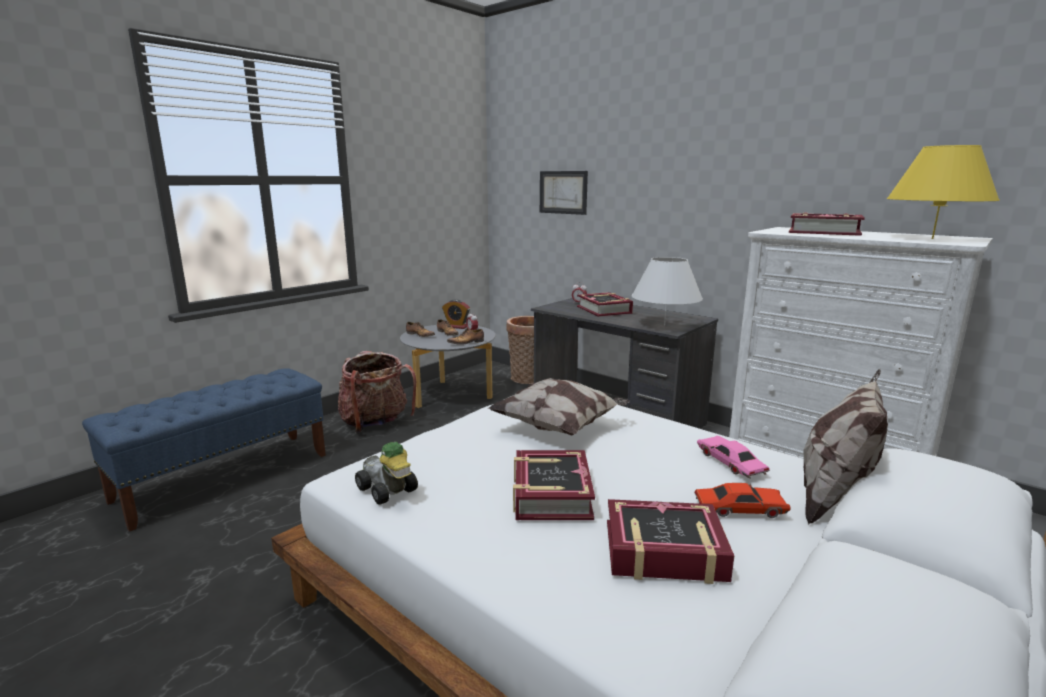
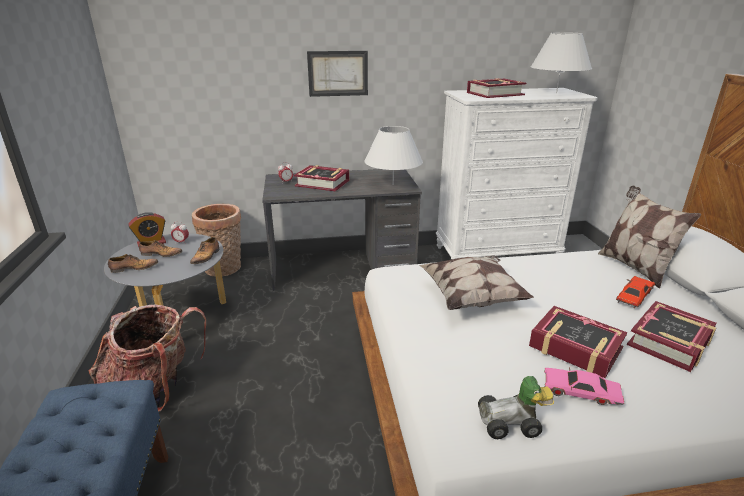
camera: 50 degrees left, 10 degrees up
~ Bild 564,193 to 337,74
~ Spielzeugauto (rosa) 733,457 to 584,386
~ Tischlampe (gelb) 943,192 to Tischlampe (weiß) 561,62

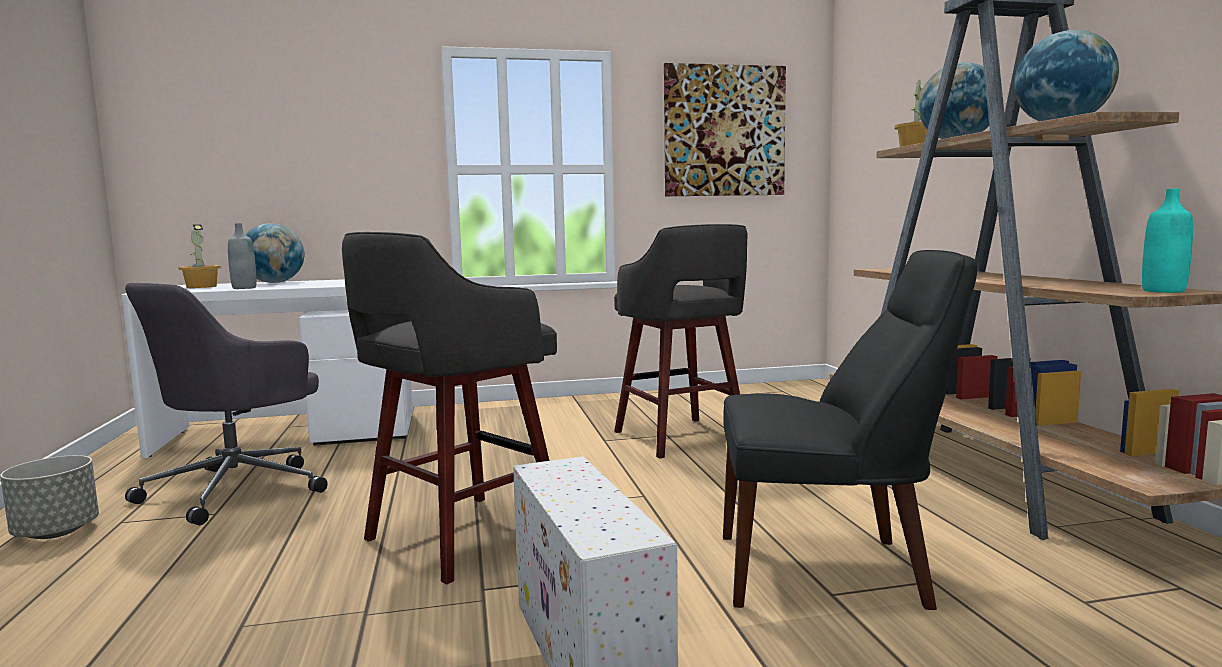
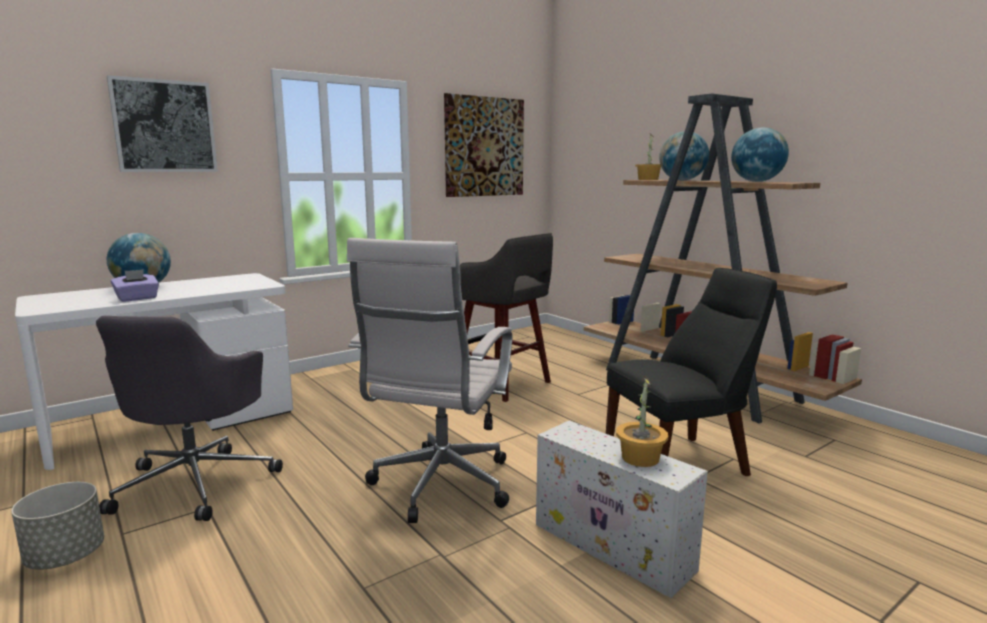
camera: 25 degrees left, 5 degrees up
- Flasche (türkis) 1167,240
+ Bild 162,123
~ Topfpflanze 199,256 to 642,421
~ Flasche (grau) 242,256 to Taschentuchbox (lila) 135,285
~ Hocker (grau) 449,408 to Bürostuhl (weiß) 430,380

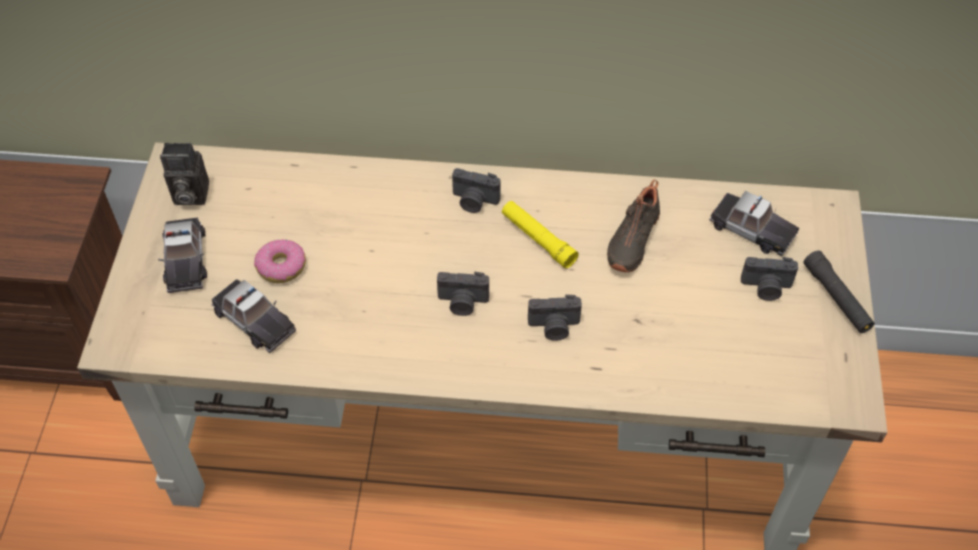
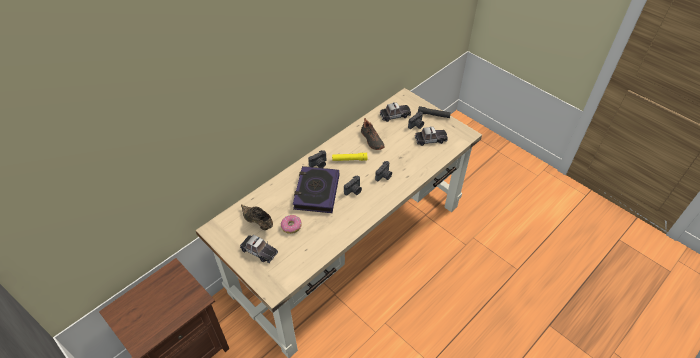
camera: 50 degrees left, 5 degrees down
- Kamera 184,174
+ Schuh (braun) 257,217
+ Buch 316,189
~ Spielzeugauto 254,316 to 431,136

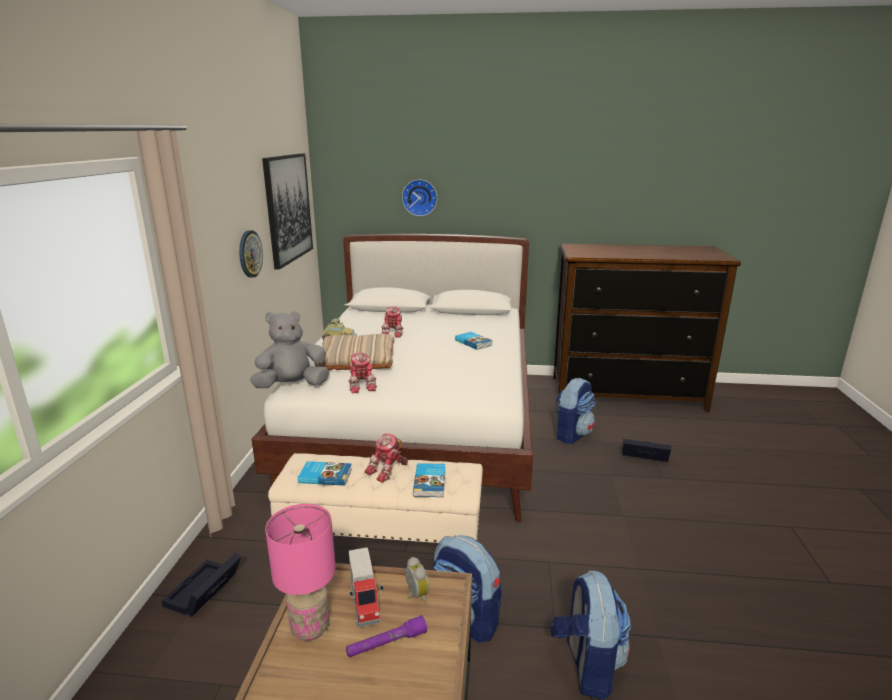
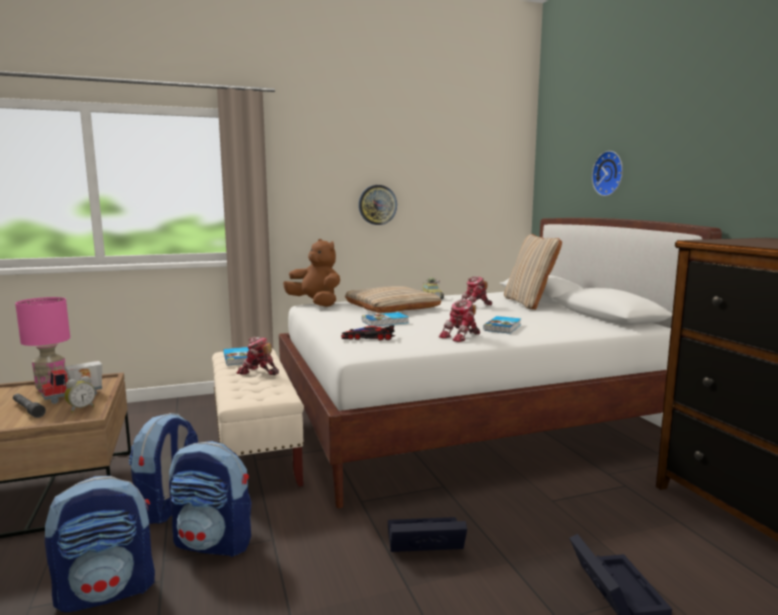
camera: 65 degrees right, 10 degrees down
- Bild 287,211
+ Spielzeugauto 368,332
+ Kissen (beige) 533,272
~ Aufbewahrungsbox (schwarz) 201,585 to 427,534
~ Spielzeugroboter 362,373 to 459,320
~ Buch 429,480 to 385,319
~ Rucksack 575,411 to 210,499
~ Plüschtier (grau) 289,349 to Plüschtier (braun) 311,273
~ Taschenlampe (lila) 386,636 to Taschenlampe (grau) 29,406

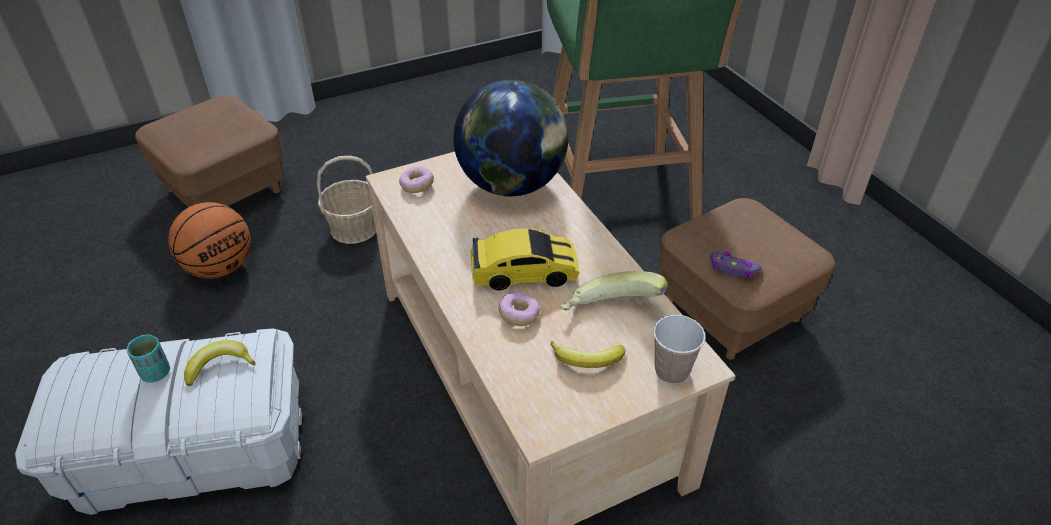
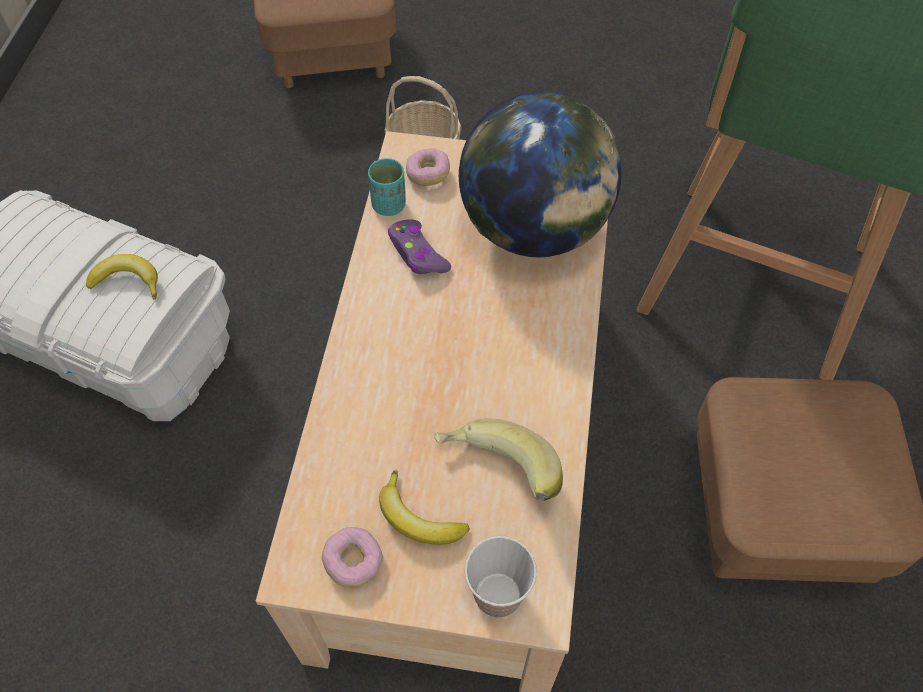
camera: 35 degrees right, 15 degrees up
- Basketball 210,240
- Spielzeugauto 525,259
~ Tasse (türkis) 148,359 to 387,187
~ Donut 519,309 to 352,557
~ Gamepad (lila) 736,265 to 419,246

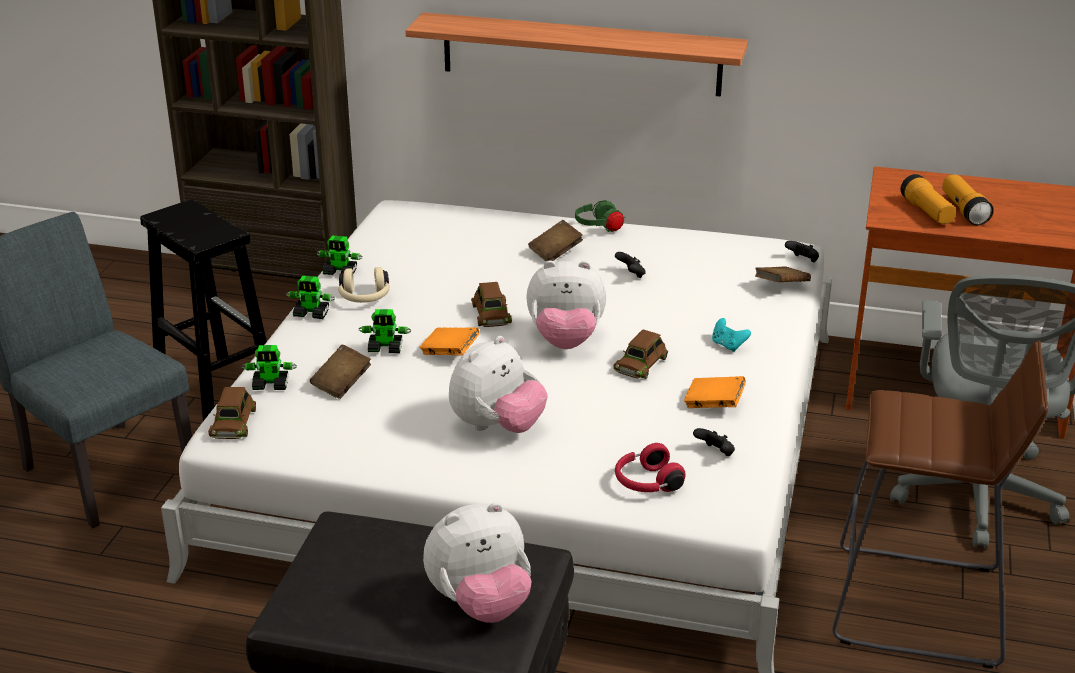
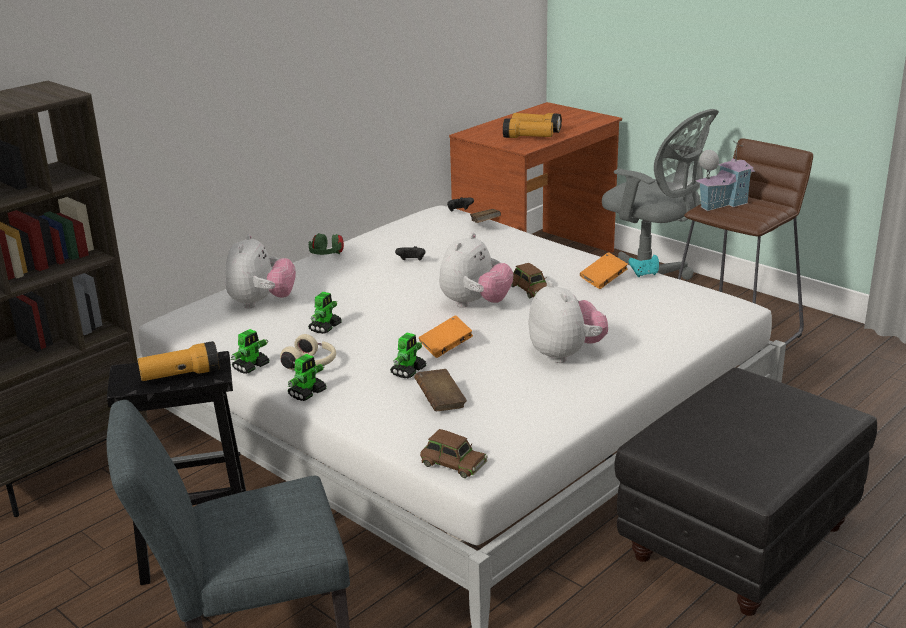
camera: 60 degrees left, 5 degrees down
- Wandregal 576,54
- Spielzeugauto (braun) 491,304
- Buch (braun) 555,240
- Kopfhörer (rot) 650,467
- Gamepad (schwarz) 714,442
+ Taschenlampe 178,361
+ Spielzeughaus 726,176
~ Spielzeugroboter 269,367 to 325,313
~ Plüschtier 477,562 to 260,271
~ Gamepad (türkis) 731,335 to 644,266

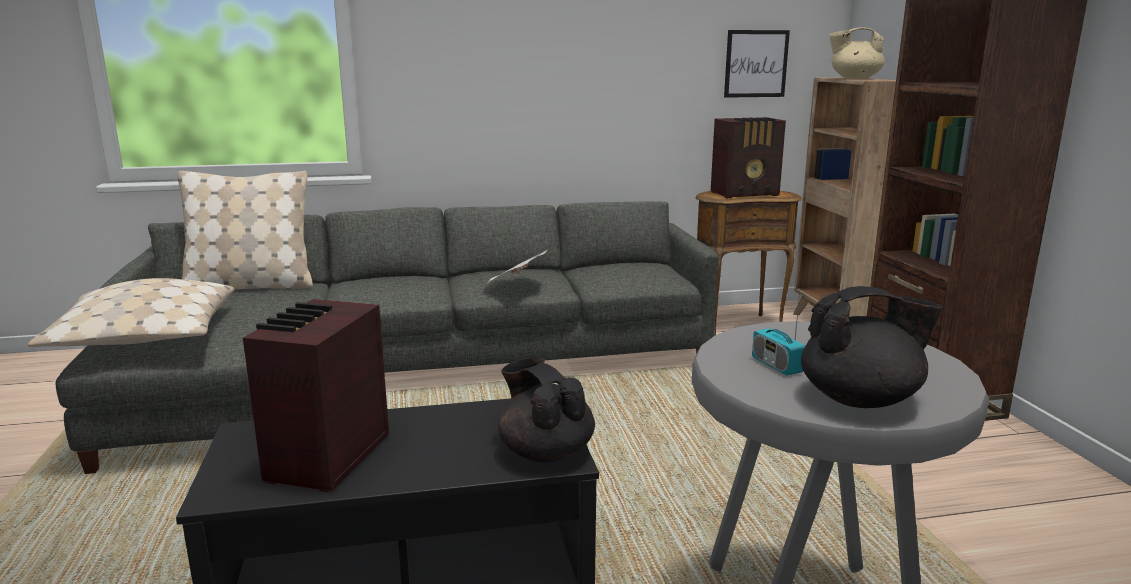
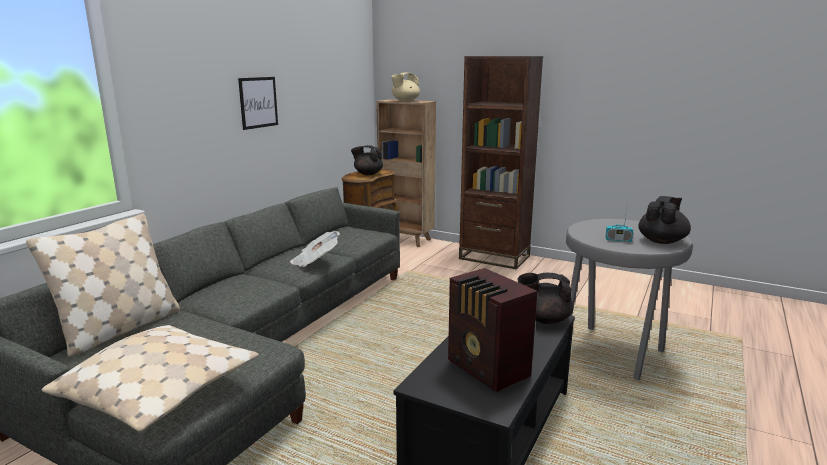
camera: 50 degrees left, 0 degrees up
~ Bild 757,64 to 258,103
~ Radio 748,157 to Teekanne (schwarz) 367,160

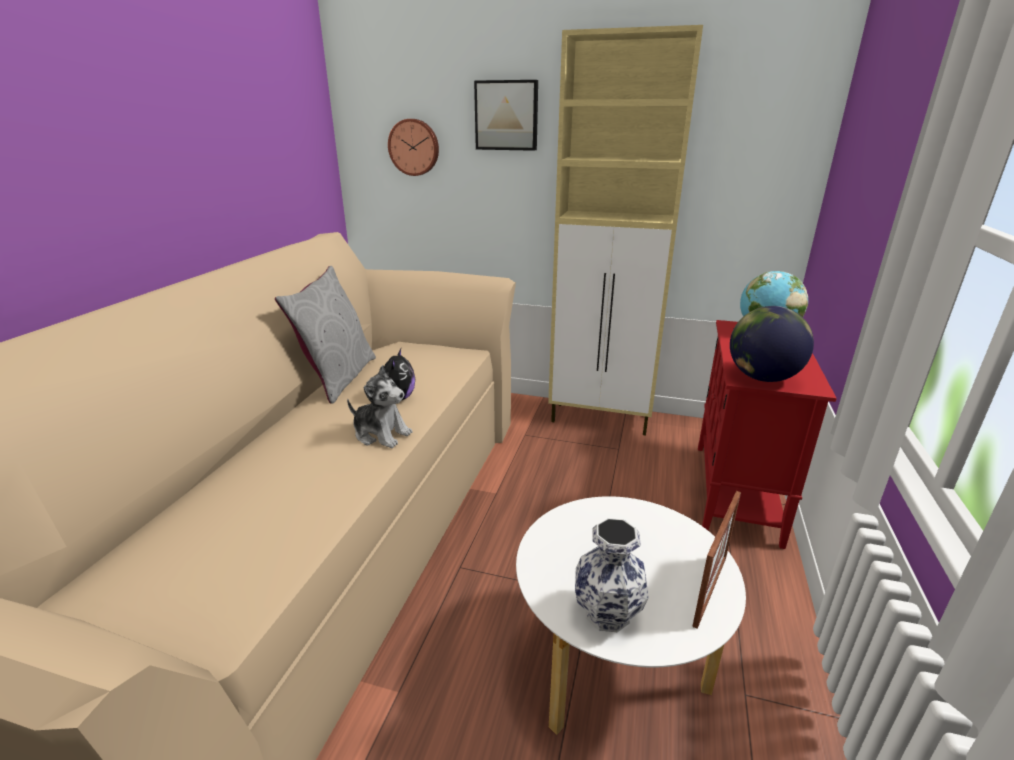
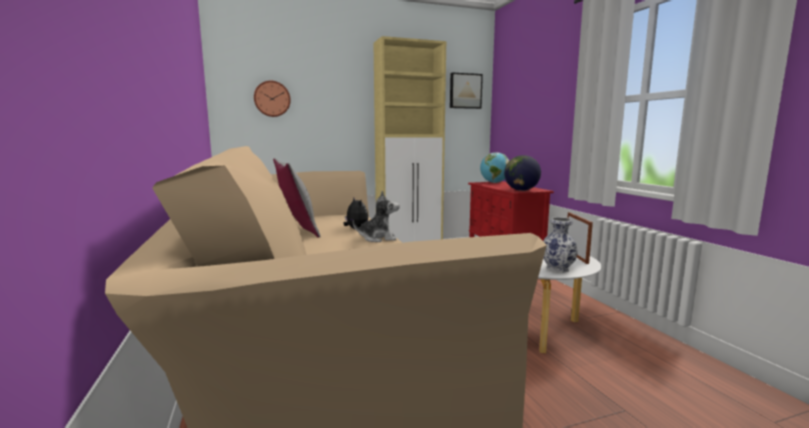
camera: 35 degrees left, 15 degrees down
~ Bild 506,115 to 466,91

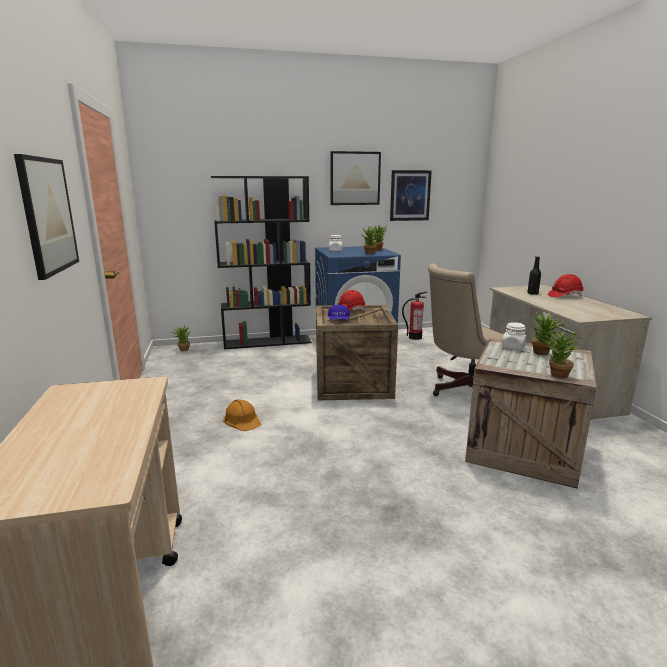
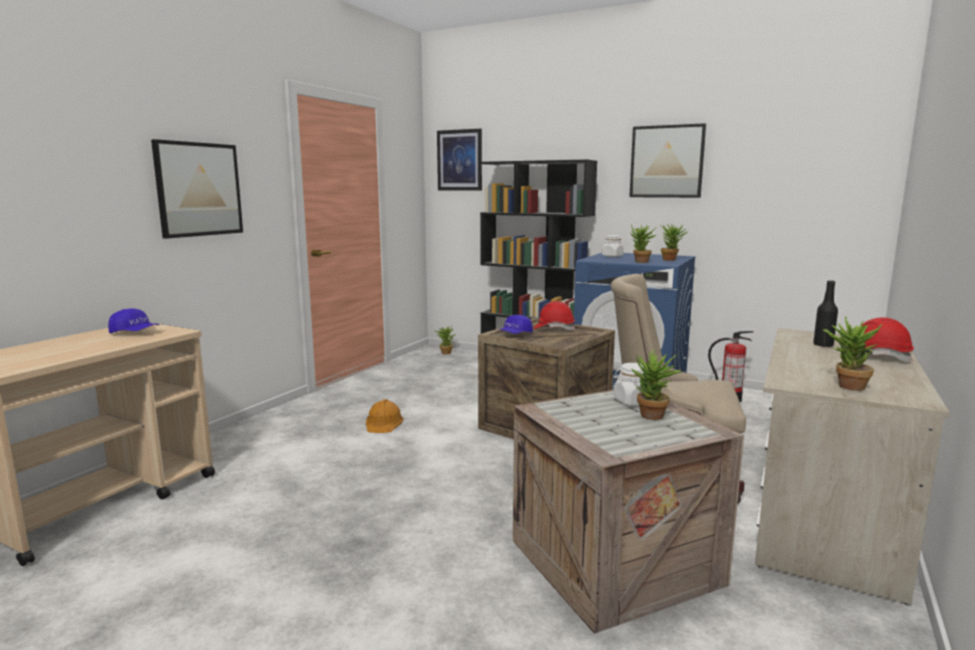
camera: 40 degrees right, 5 degrees down
+ Kappe (blau) 134,321
~ Bild 411,195 to 459,160
~ Topfpflanze 563,353 to 852,353

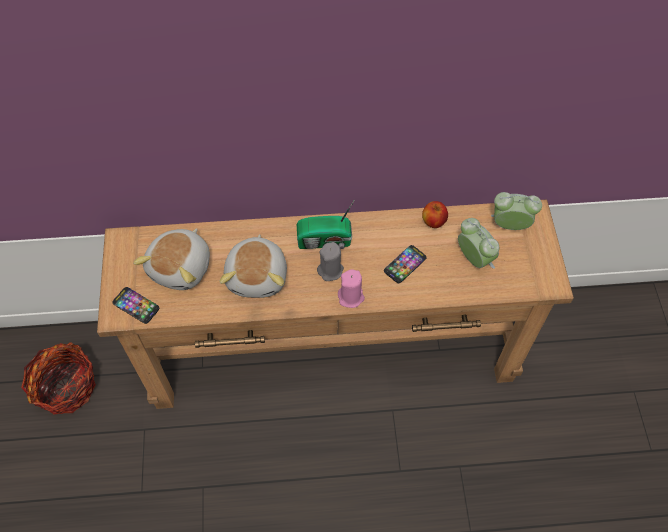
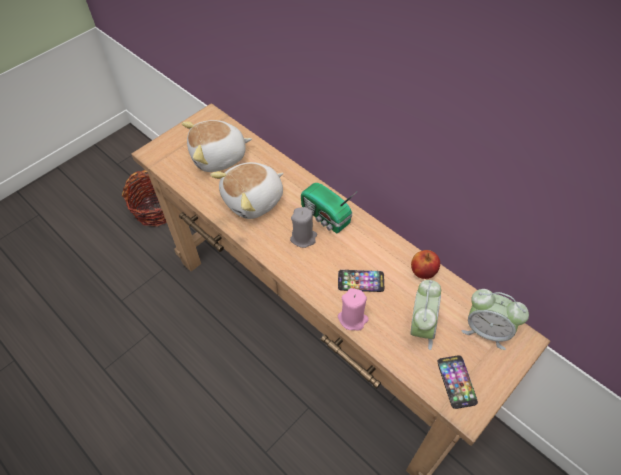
camera: 50 degrees right, 5 degrees down
~ Handy 135,305 to 457,382
~ Kerze (rosa) 351,288 to 353,309
~ Wecker 516,211 = 495,319 150 degrees clockwise

